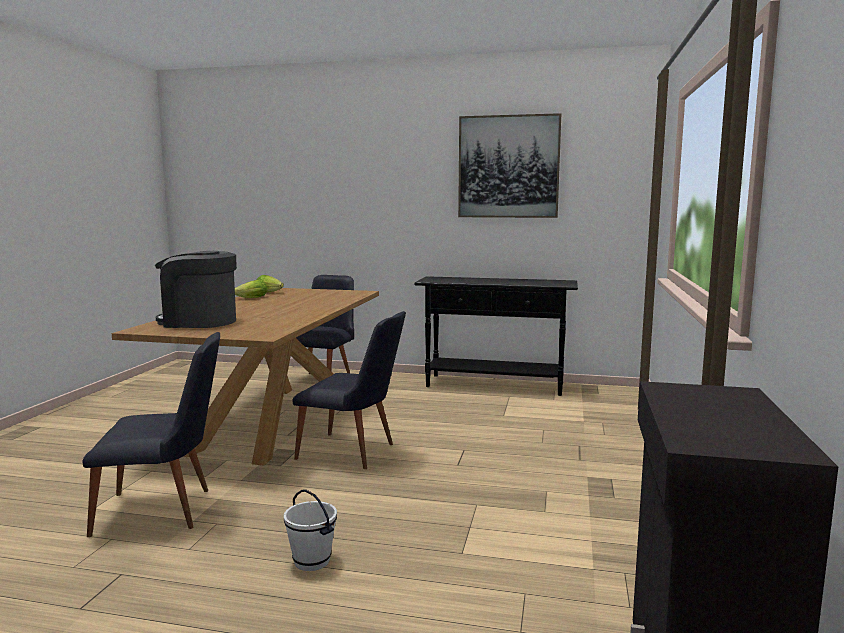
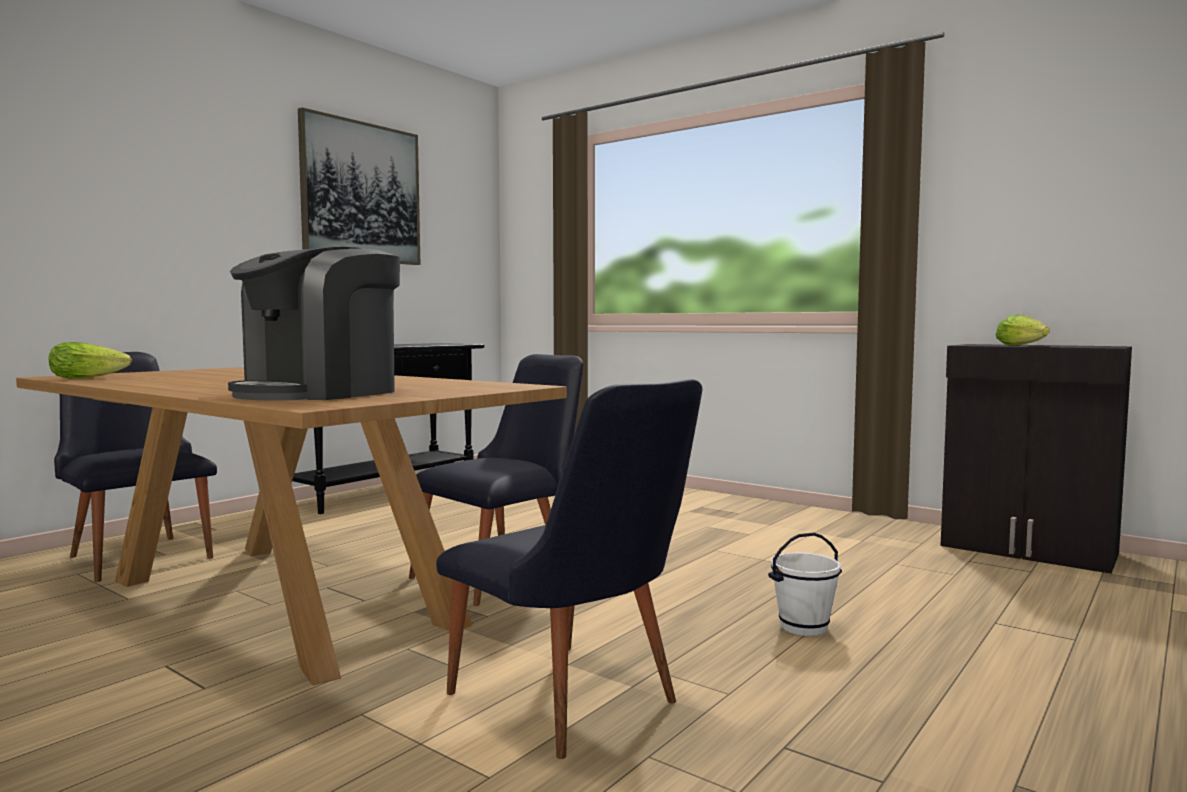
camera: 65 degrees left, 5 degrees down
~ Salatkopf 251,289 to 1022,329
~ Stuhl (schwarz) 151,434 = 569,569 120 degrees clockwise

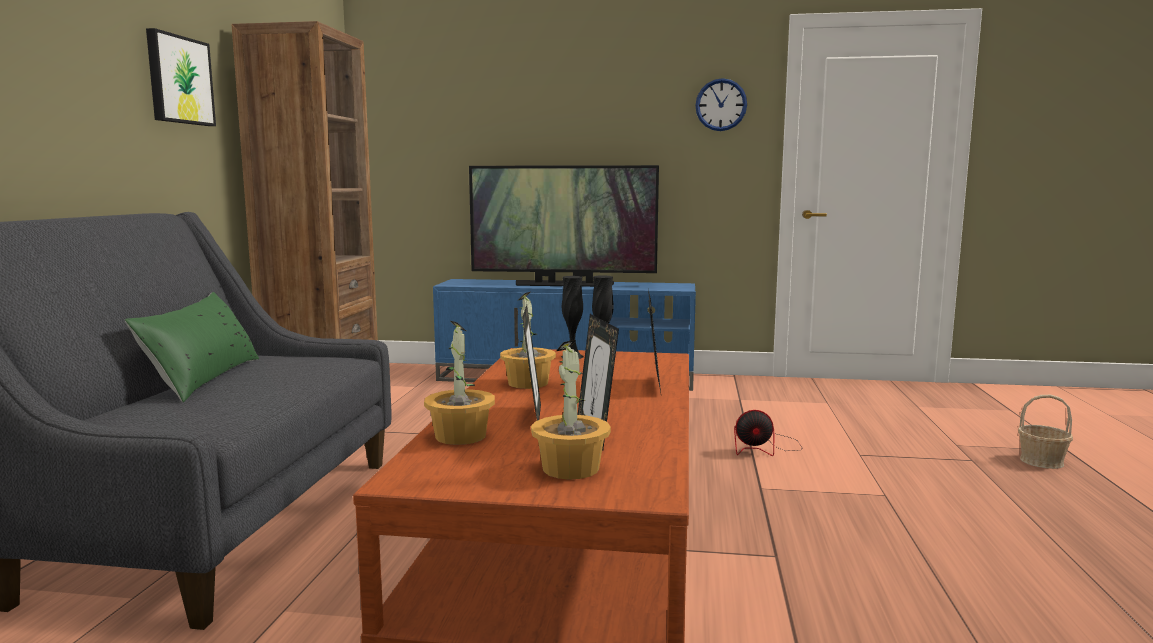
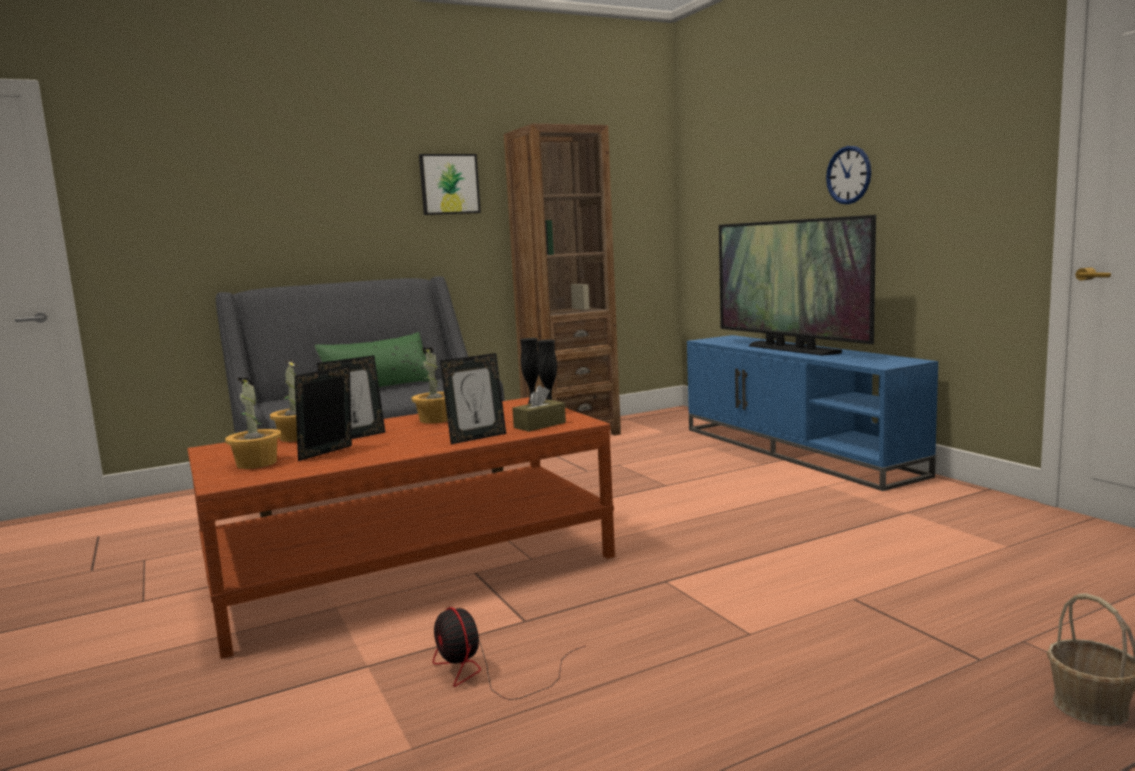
camera: 55 degrees right, 0 degrees up
+ Taschentuchbox (braun) 539,408
~ Wanduhr 721,104 to 848,175
~ Ventilator 767,433 to 509,653

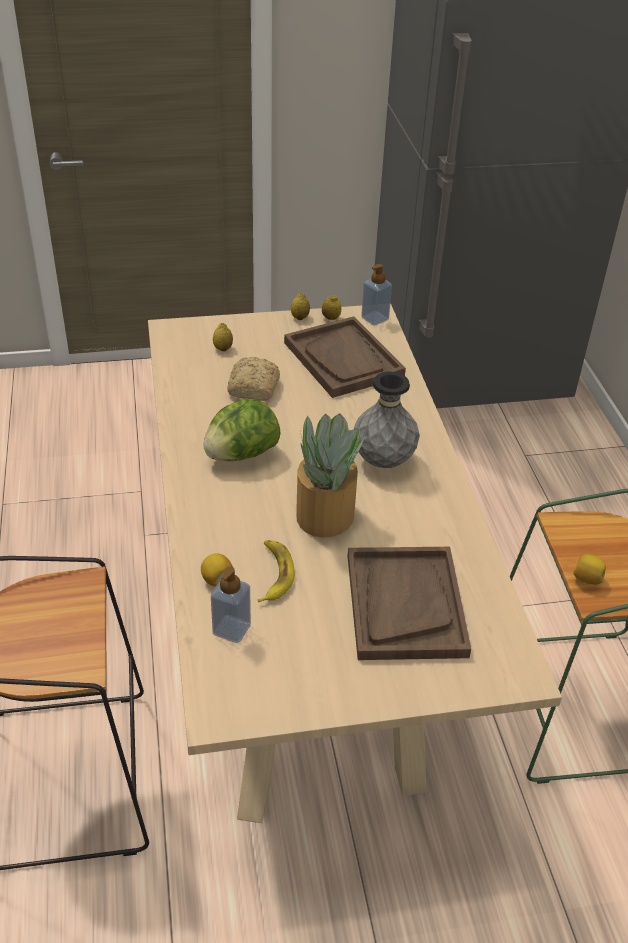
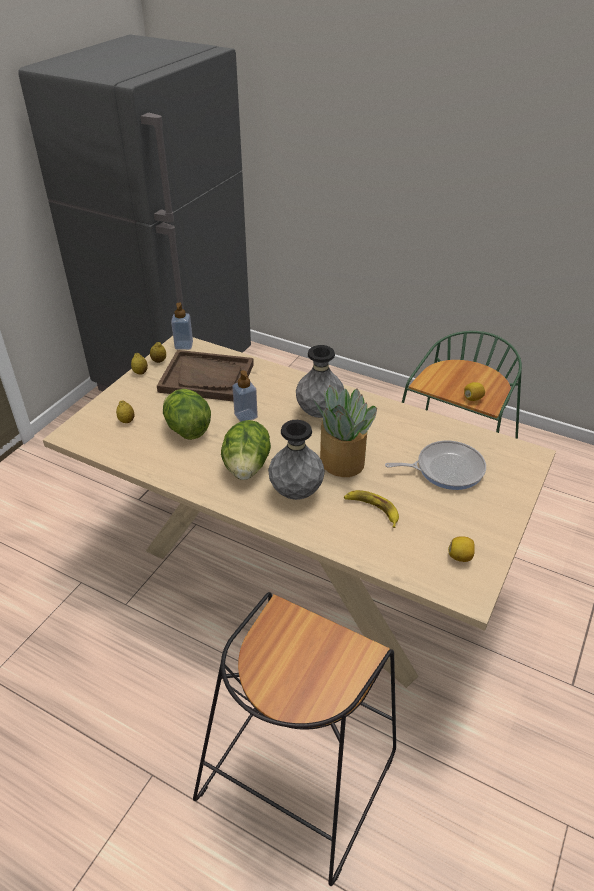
camera: 50 degrees left, 0 degrees up
+ Vase (grau) 296,460
~ Zitrone 217,569 to 461,549
~ Seifenspender 231,604 to 245,396
~ Brot 253,379 to Salatkopf 187,414
~ Tablett (braun) 409,603 to Pfanne 435,465

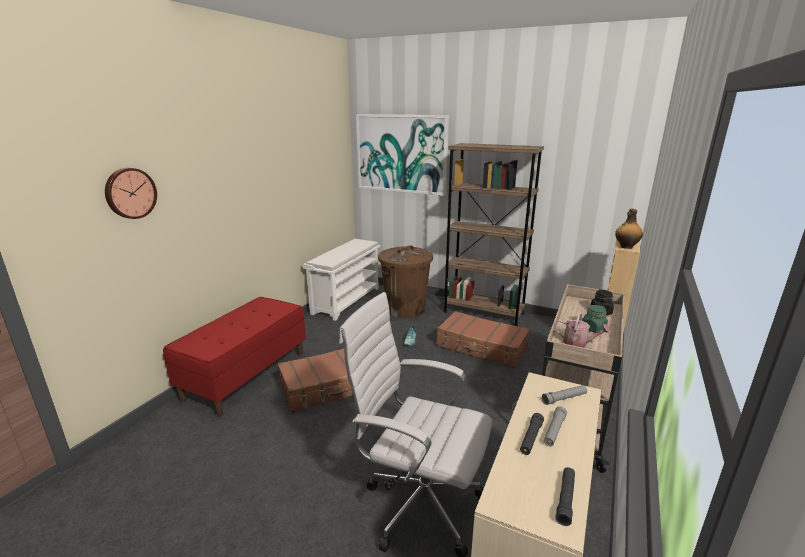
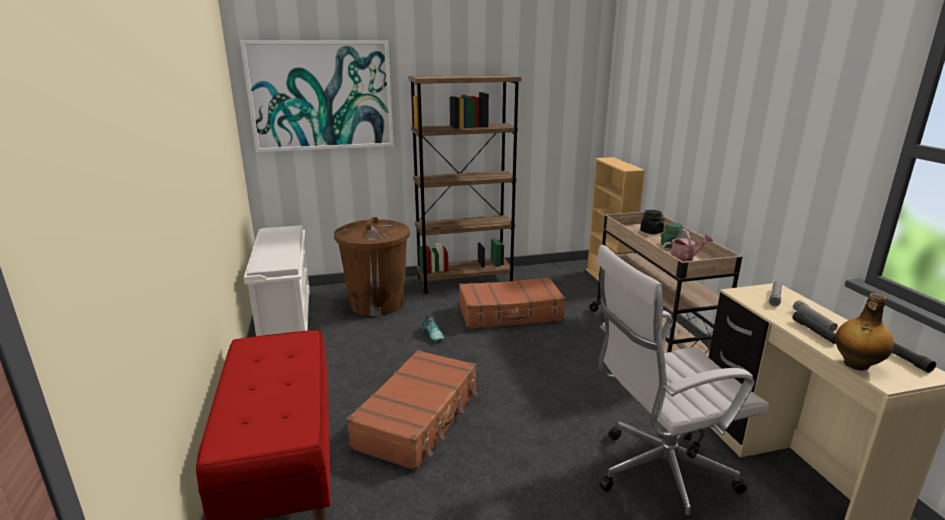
camera: 40 degrees left, 0 degrees up
- Wanduhr 131,193
~ Flasche 629,229 to 864,331

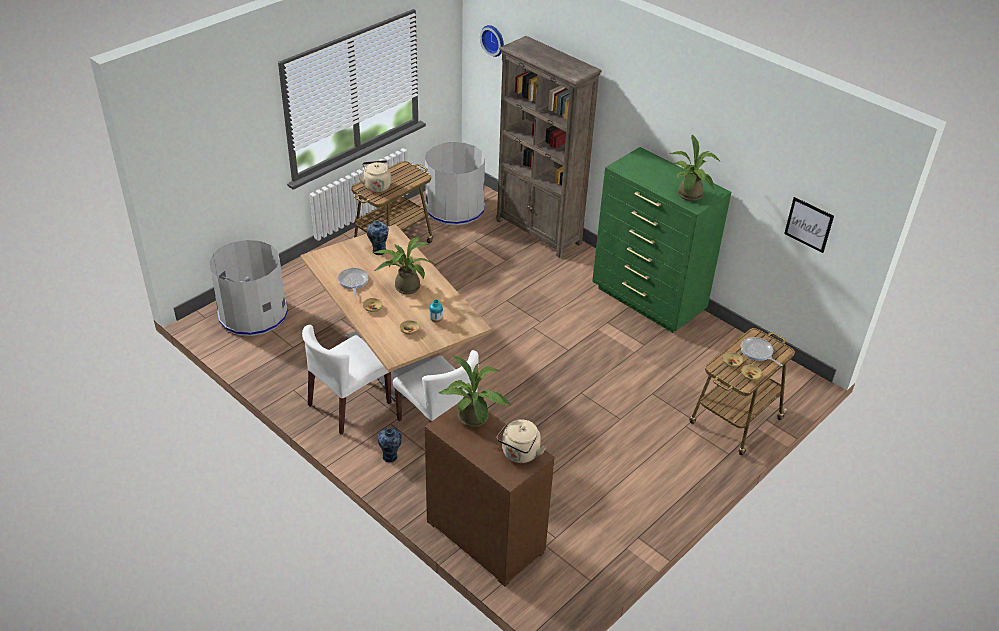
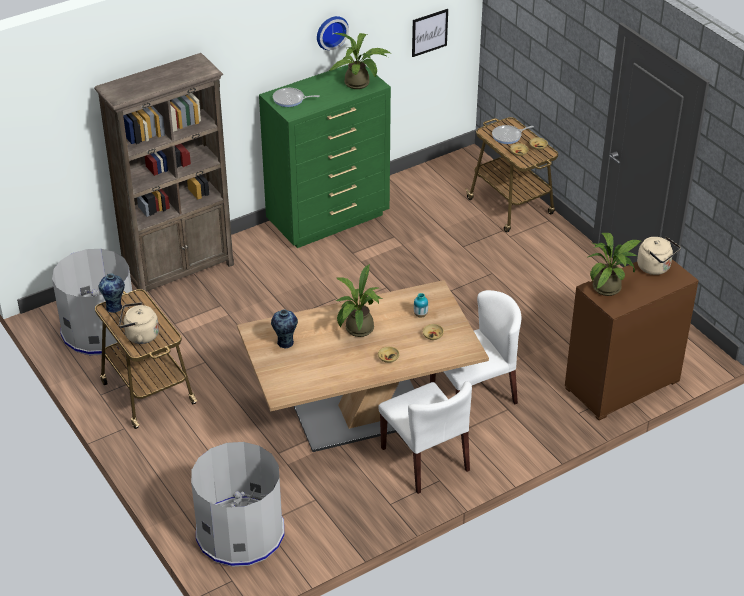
camera: 75 degrees left, 0 degrees up
~ Pfanne 353,282 to 296,97
~ Vase 390,445 to 112,293
~ Wanduhr 492,41 to 333,33

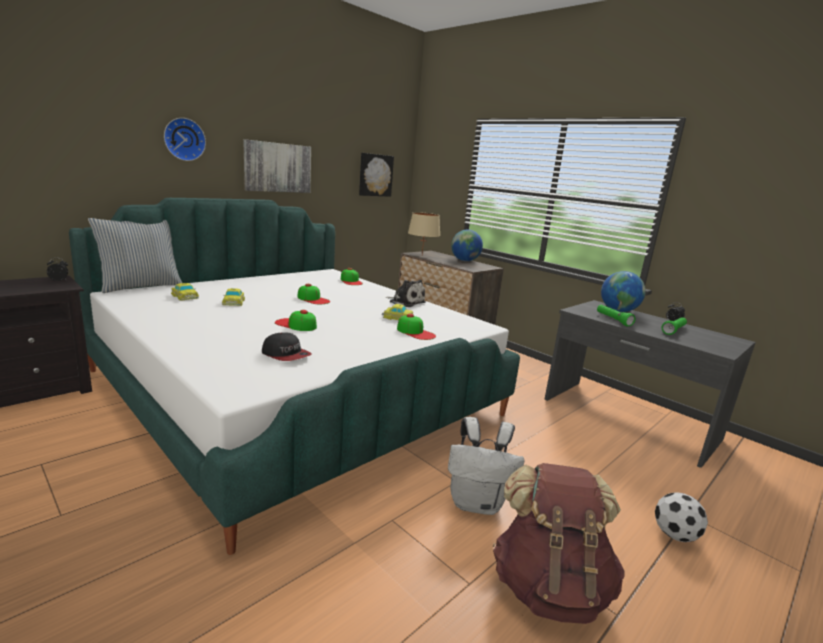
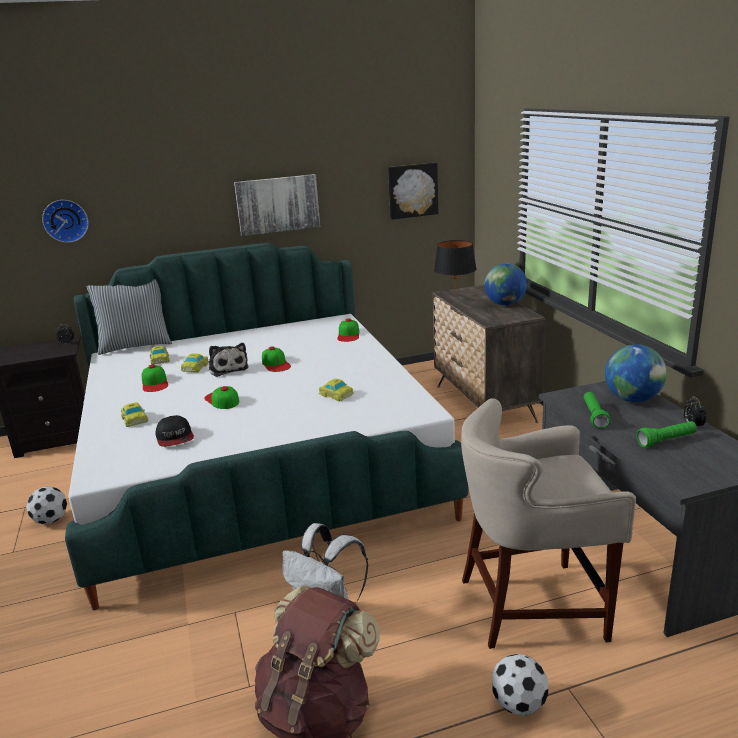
camera: 30 degrees right, 5 degrees up
+ Fußball 46,505
+ Spielzeugauto 134,414
+ Hocker (beige) 548,523
~ Wanduhr 185,139 to 65,221
~ Plüschtier 406,293 to 228,360
~ Kappe 416,327 to 155,378
~ Tischlampe (beige) 424,233 to Tischlampe (schwarz) 455,268

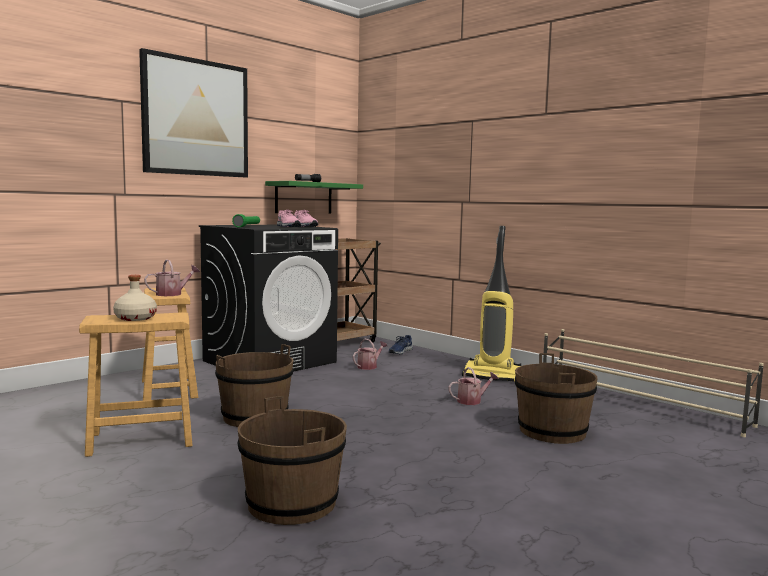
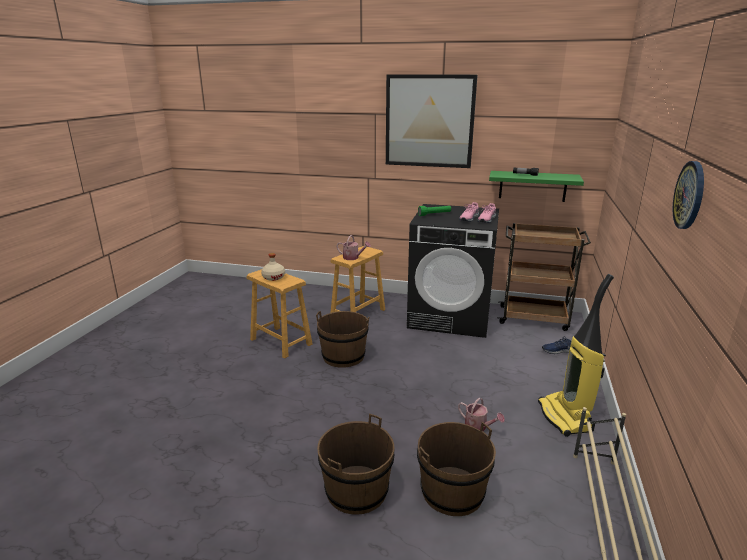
camera: 60 degrees right, 15 degrees up
- Gießkanne 370,354
+ Wanduhr 688,195
~ Eimer (braun) 292,460 to 356,463

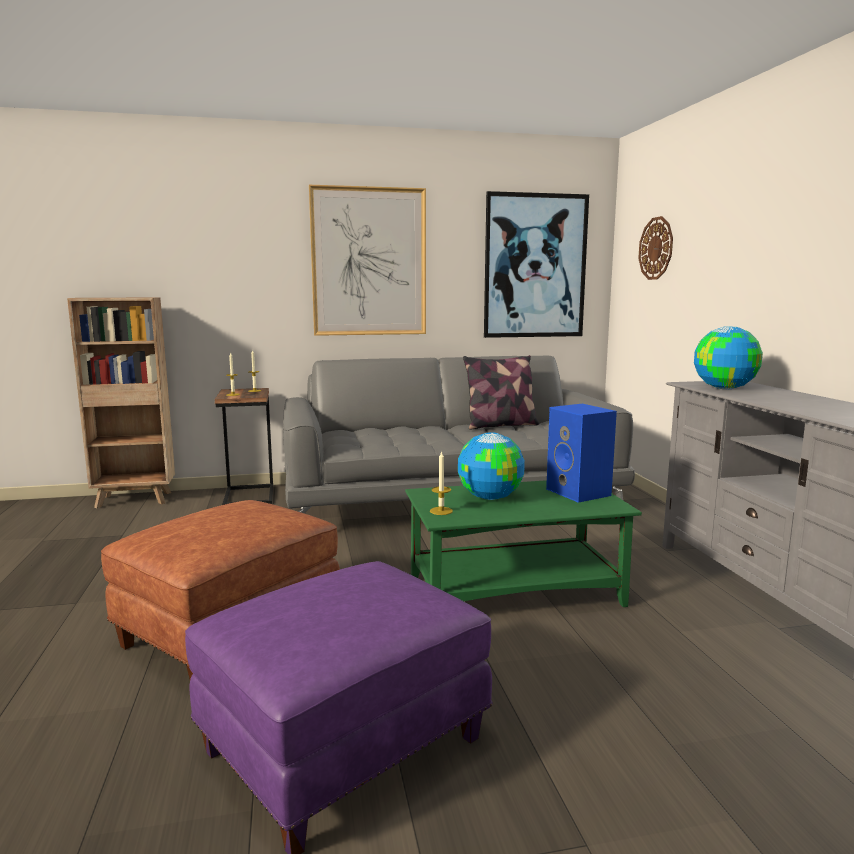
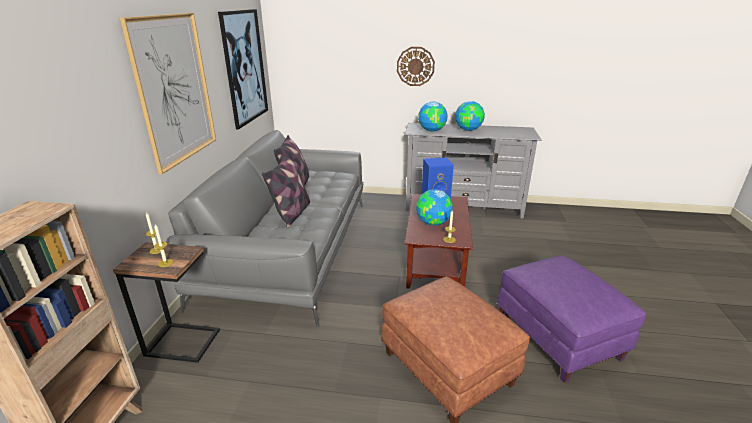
camera: 70 degrees left, 15 degrees up
+ Kissen 286,191
+ Globus 470,116
~ Wanduhr 655,248 to 416,66
~ Couchtisch (grün) 523,543 to Couchtisch (braun) 438,241

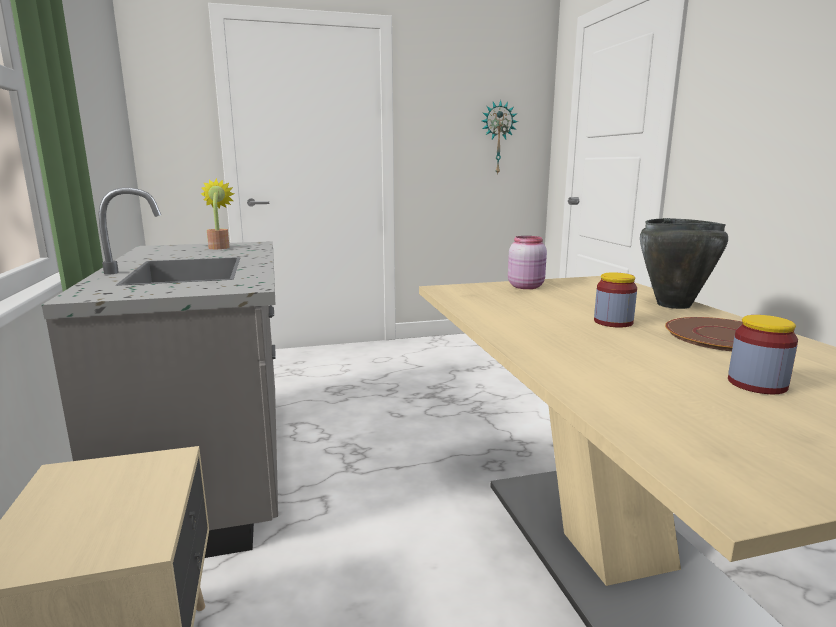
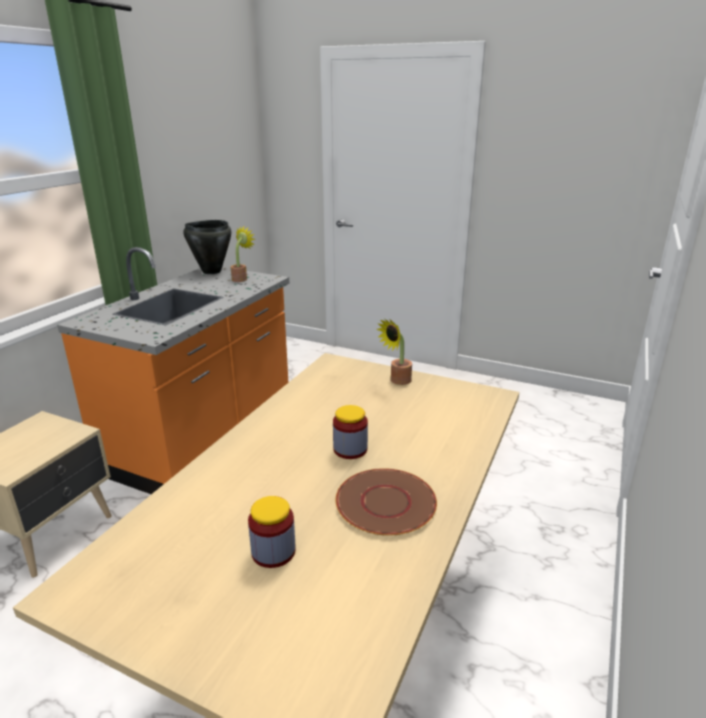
camera: 40 degrees right, 10 degrees up
- Wanduhr 500,137
~ Kochtopf (schwarz) 684,263 to 207,247
~ Vorratsglas (rosa) 527,262 to Topfpflanze 394,352
~ Küchenzeile (grau) 160,372 to Küchenzeile (orange) 173,370

